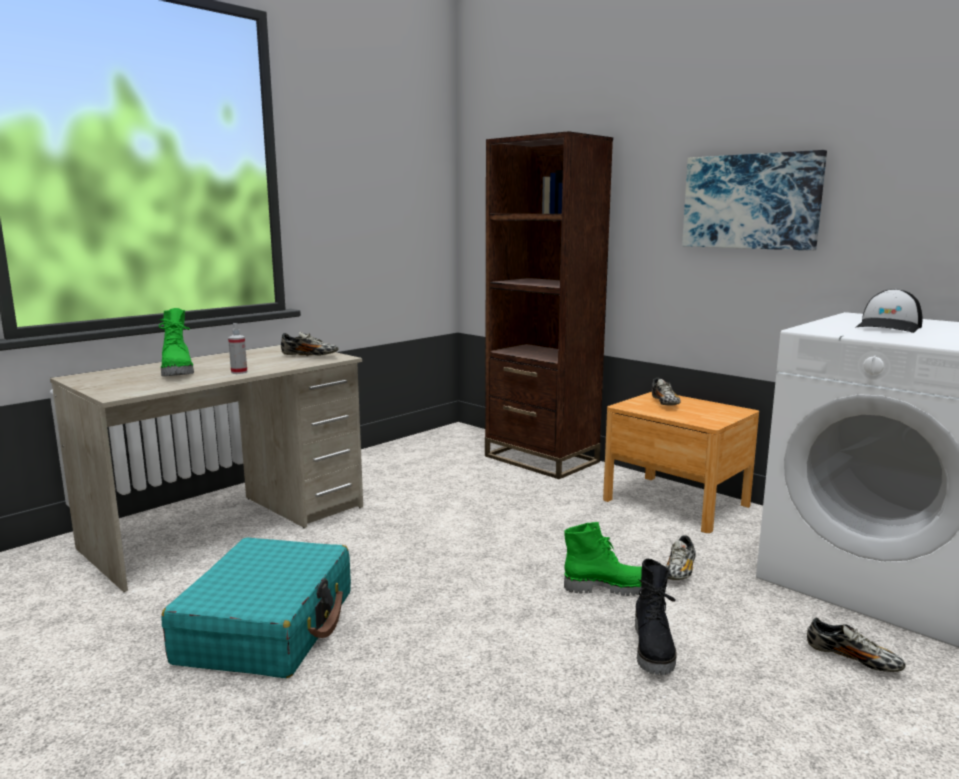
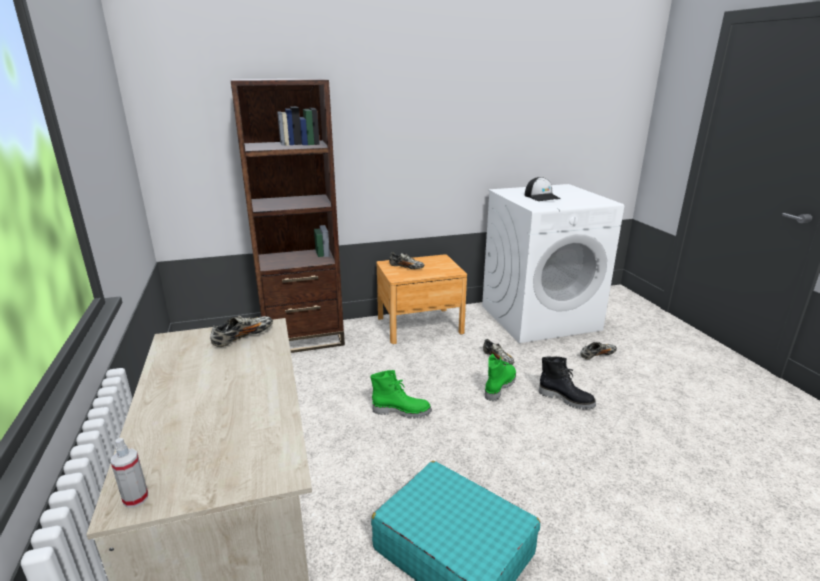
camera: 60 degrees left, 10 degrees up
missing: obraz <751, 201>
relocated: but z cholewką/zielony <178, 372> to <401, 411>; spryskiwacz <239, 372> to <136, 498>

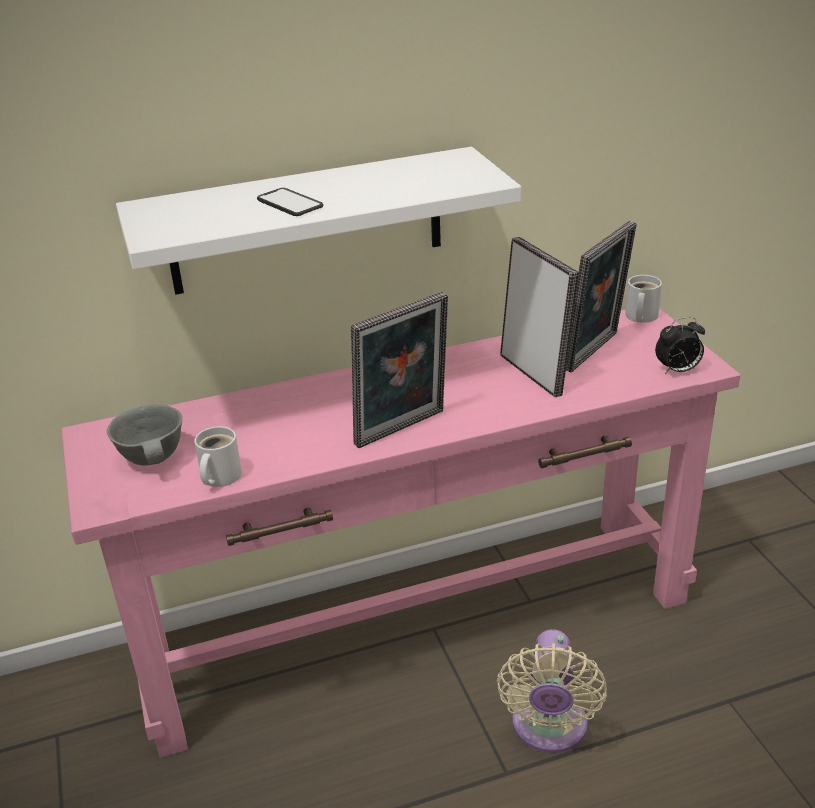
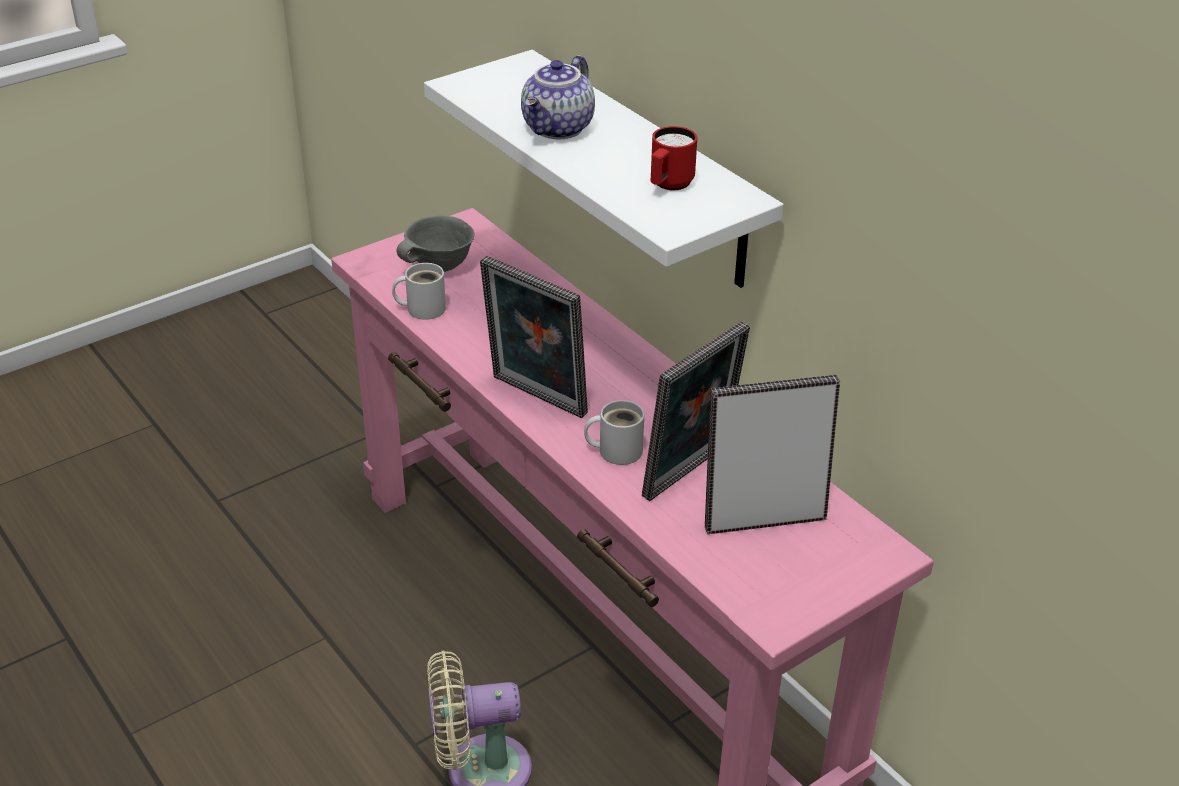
camera: 70 degrees right, 5 degrees up
missing: budzik <677, 371>
appeared: kubek/czerwony <668, 185>
relocated: kubek/biały <640, 316> to <616, 450>
exchanged: telefon <289, 203> to imbryk <559, 129>
spun: ramka na zdjęcie <596, 353> = <763, 518> 150 degrees clockwise

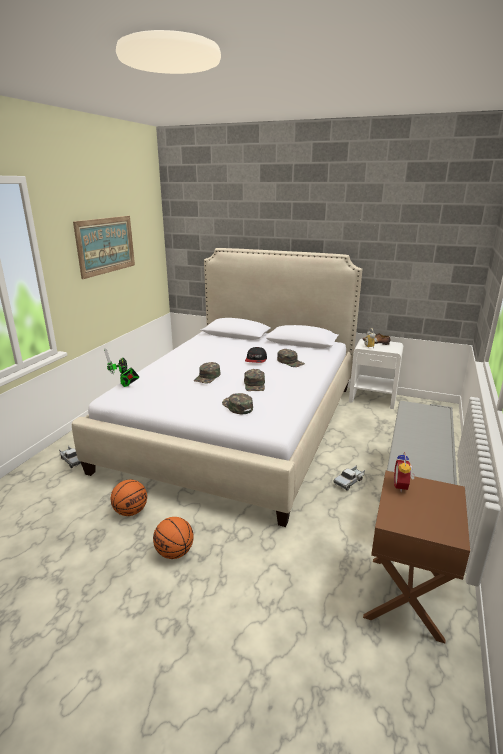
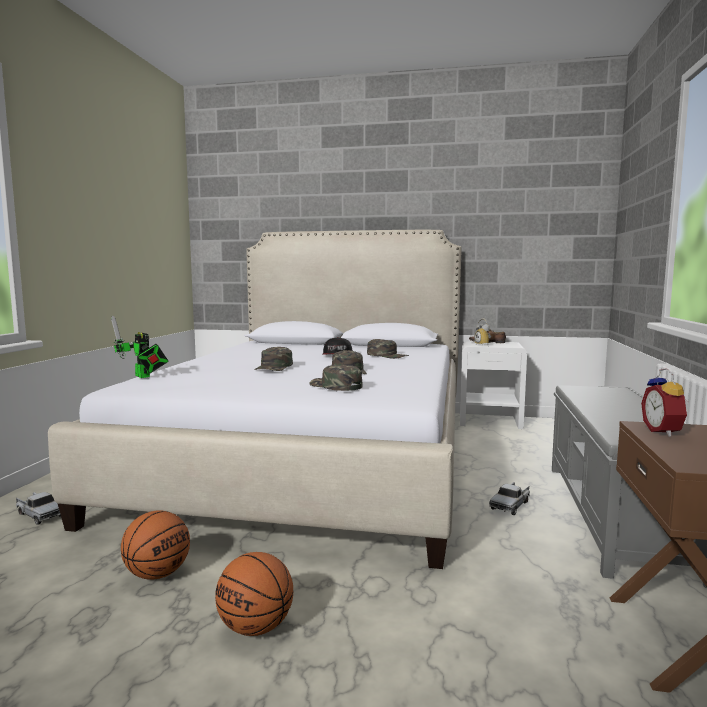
camera: 10 degrees left, 15 degrees down
missing: obraz <106, 245>

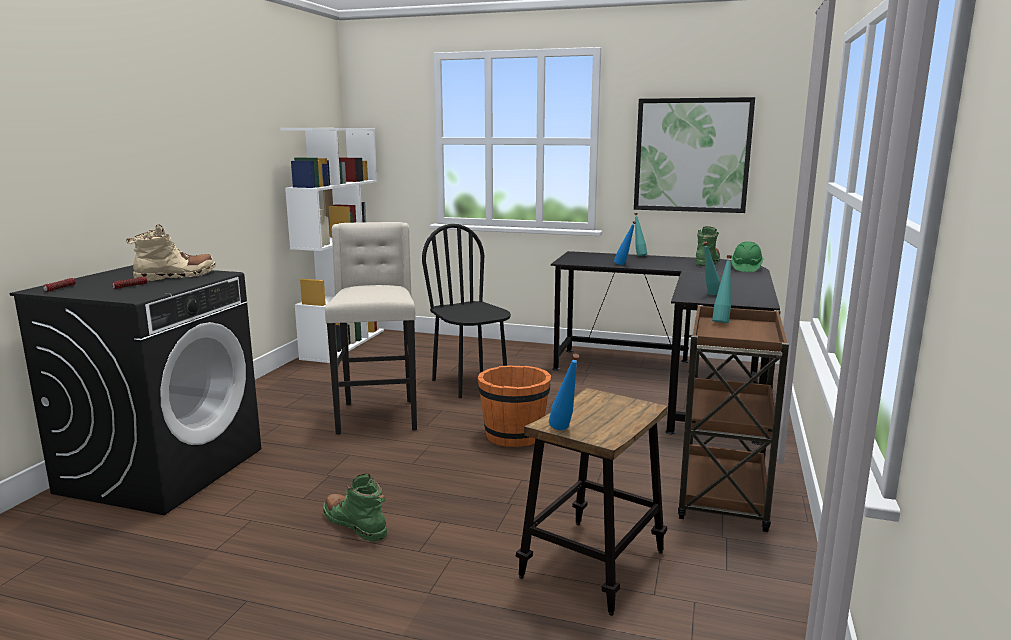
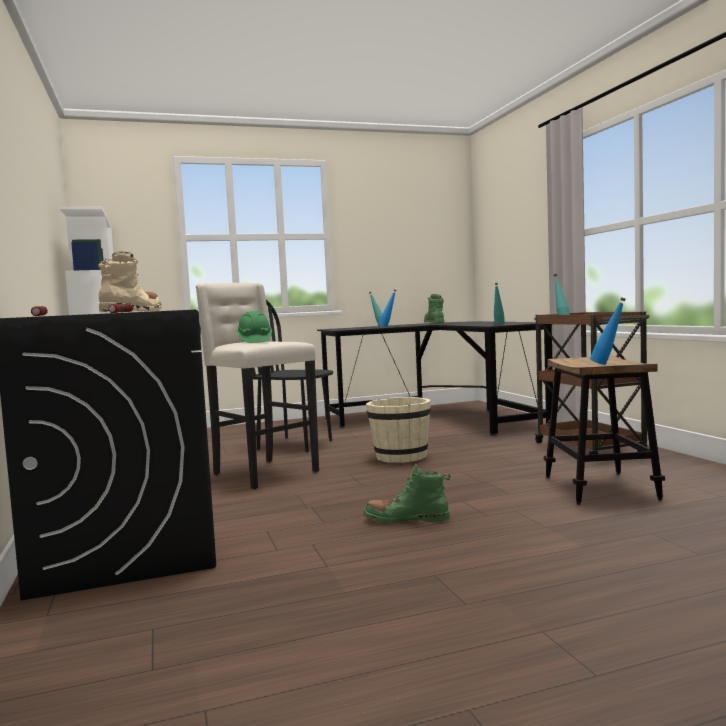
camera: 35 degrees left, 10 degrees down
missing: obraz <692, 155>
relocated: kask/zielony <746, 268> to <254, 342>
colour: wiadro/pomarańczowy <514, 436> to wiadro/beżowy <400, 457>

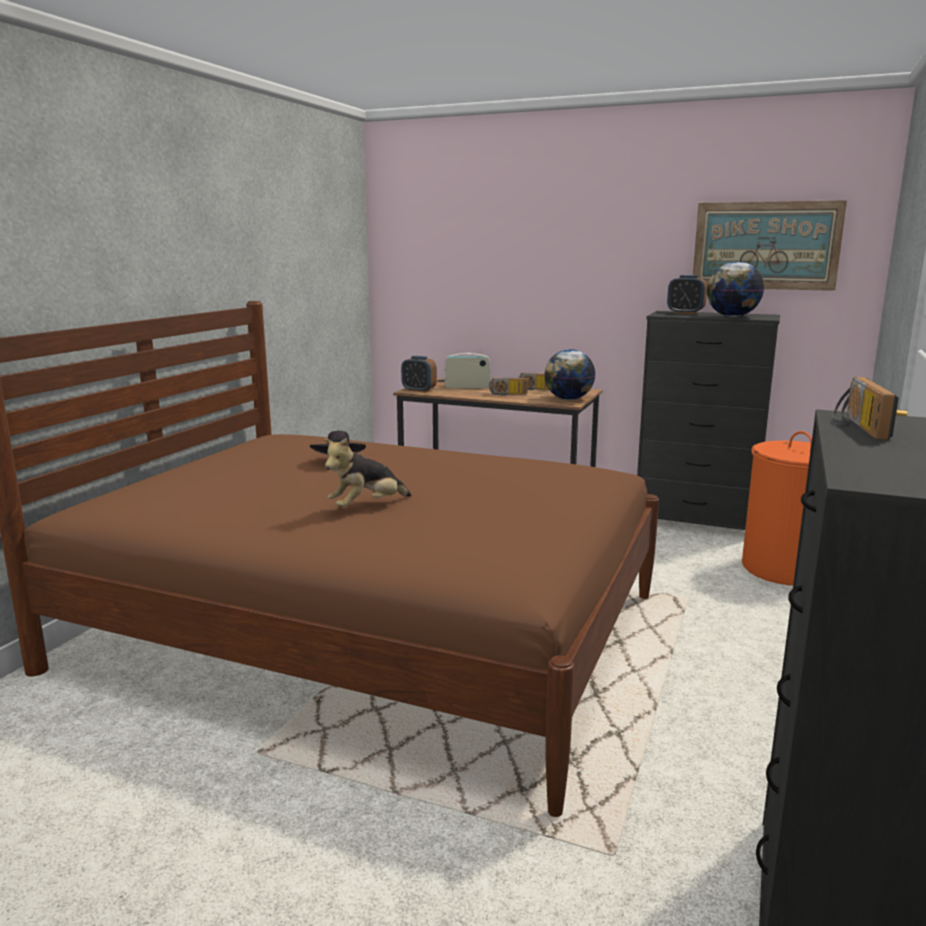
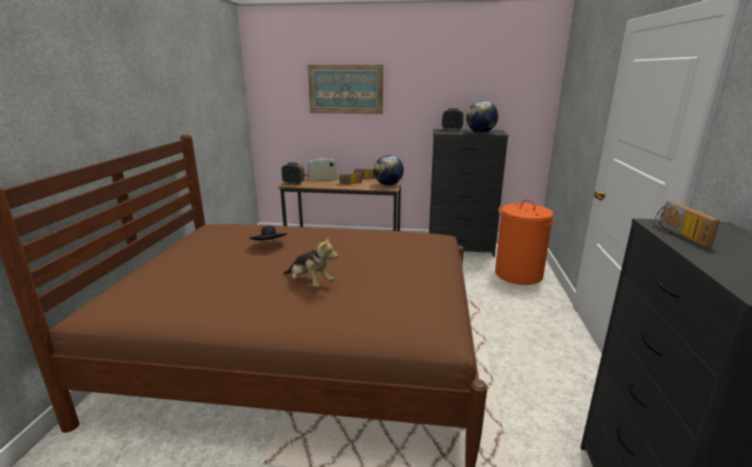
camera: 15 degrees left, 5 degrees up
relocated: obraz <765, 245> to <345, 89>
spun: pluszak <366, 507> = <310, 283> 90 degrees counterclockwise

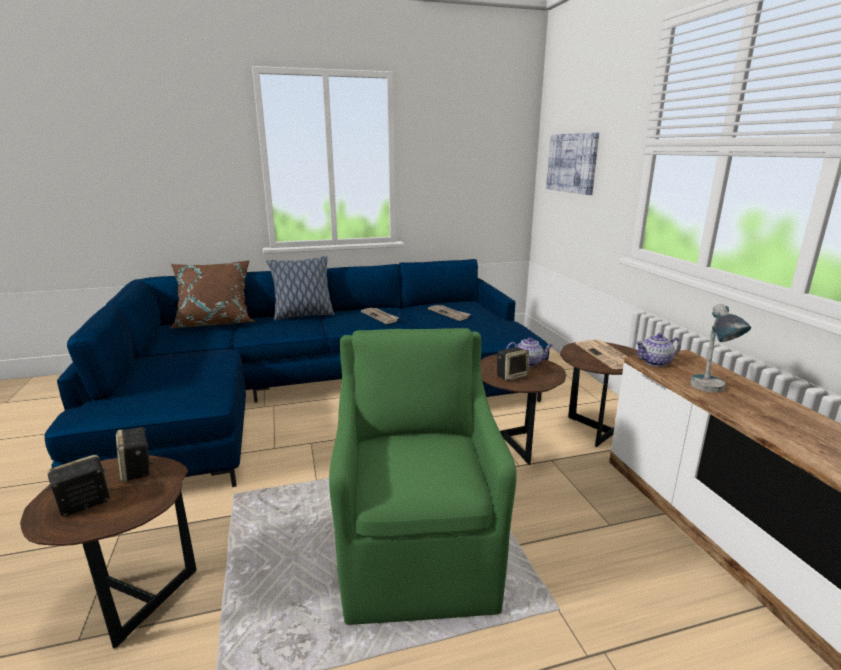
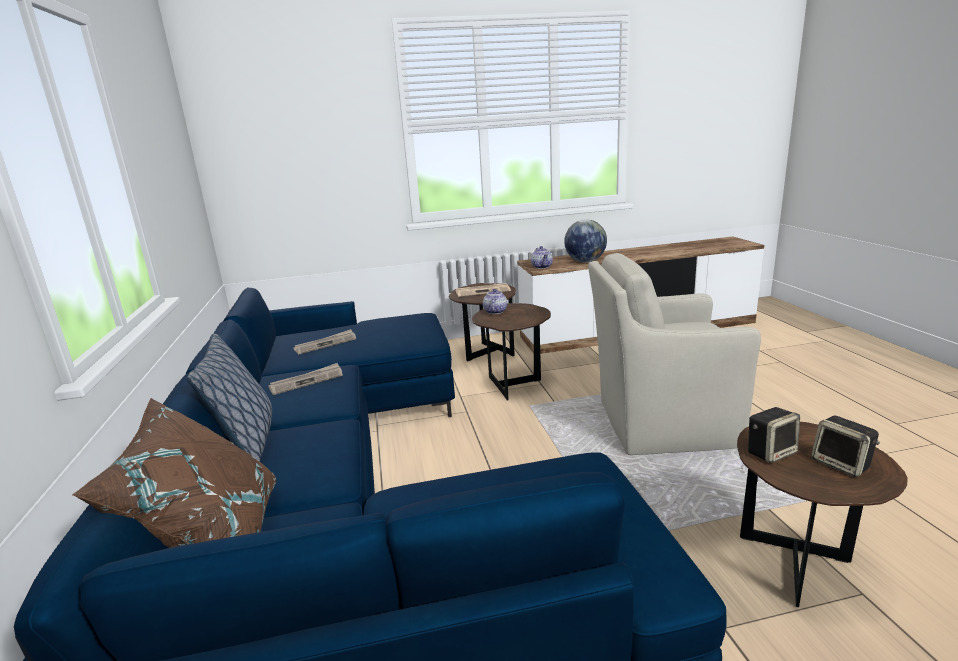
camera: 85 degrees left, 0 degrees up
missing: obraz <572, 163>; głośnik <511, 376>
exchanged: lampa stołowa <710, 391> to globus <585, 261>
colour: fotel/zielony <418, 553> to fotel/beżowy <661, 424>

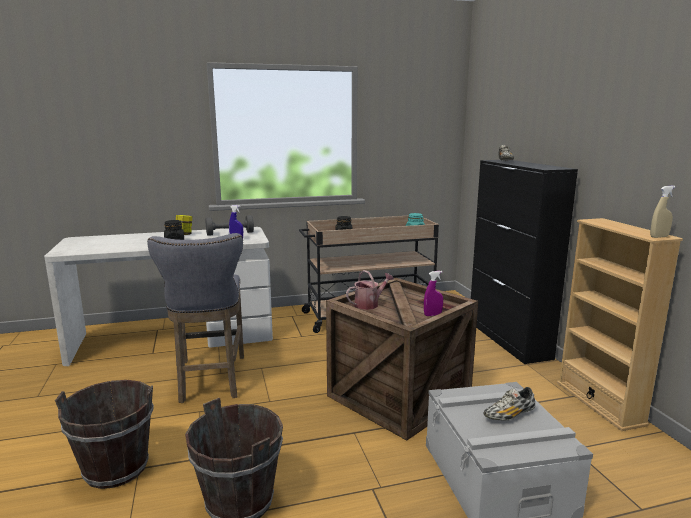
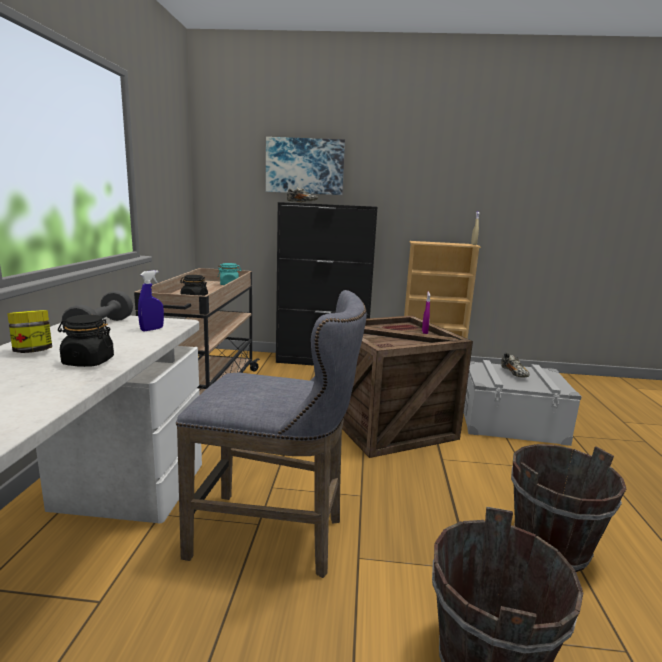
camera: 70 degrees left, 0 degrees up
missing: konewka <369, 304>
appeared: obraz <305, 166>

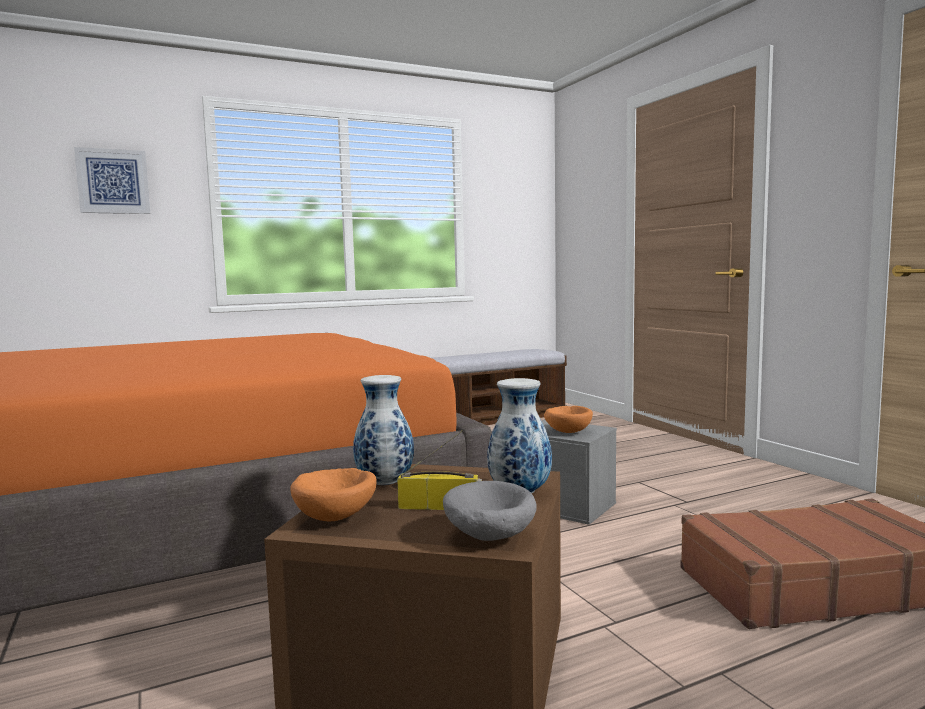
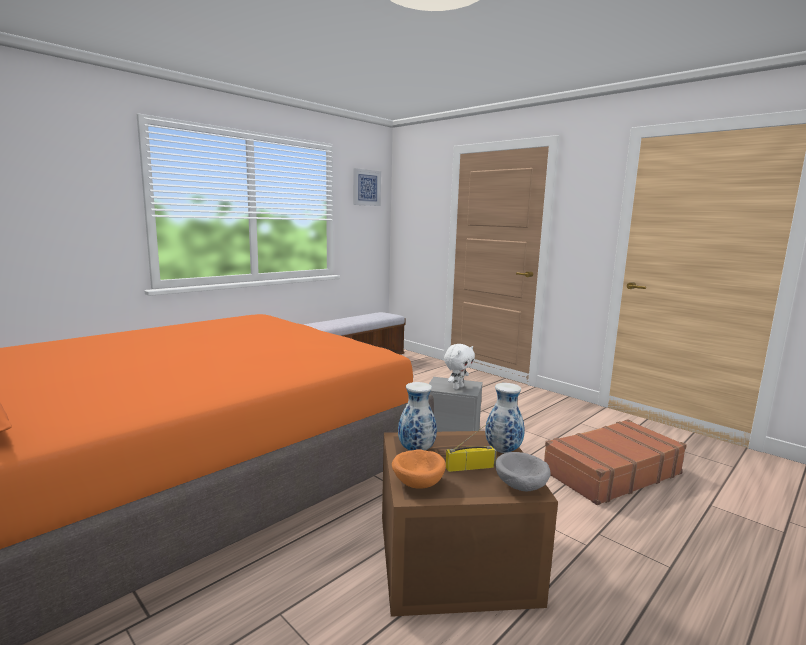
camera: 20 degrees left, 5 degrees up
relocated: obraz <113, 181> to <366, 187>
exchanged: miska/pomarańczowy <568, 431> to pluszak/biały <457, 387>

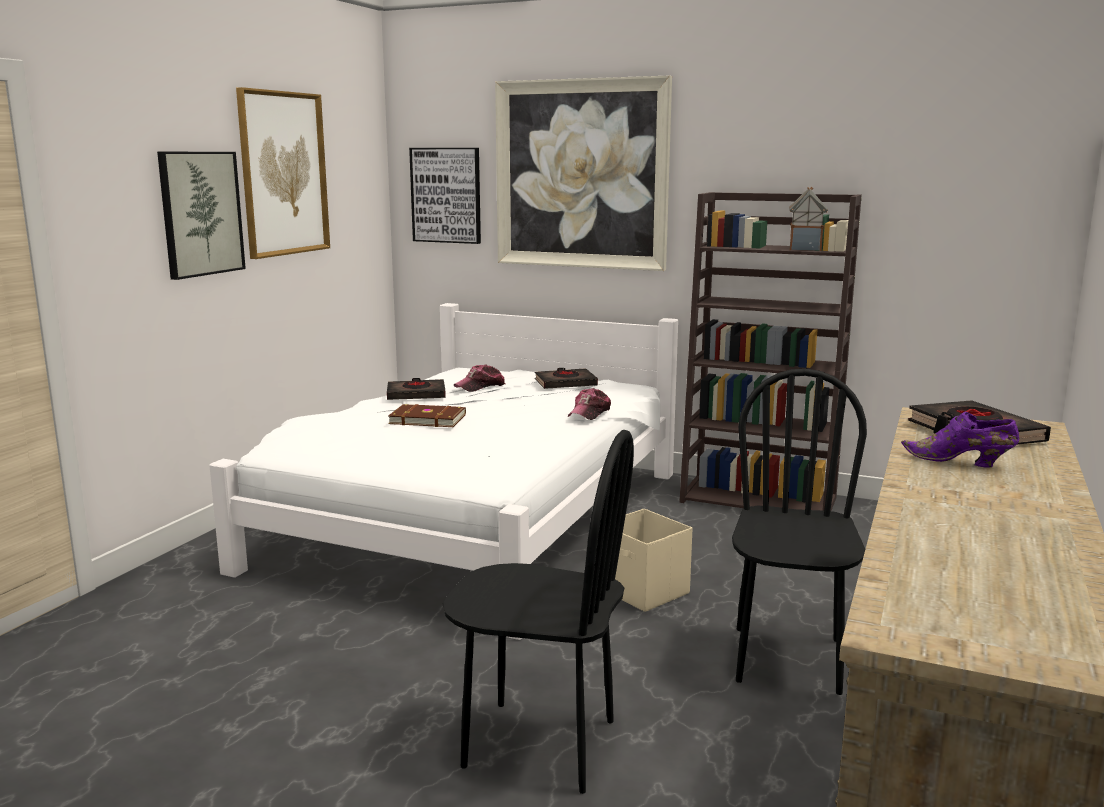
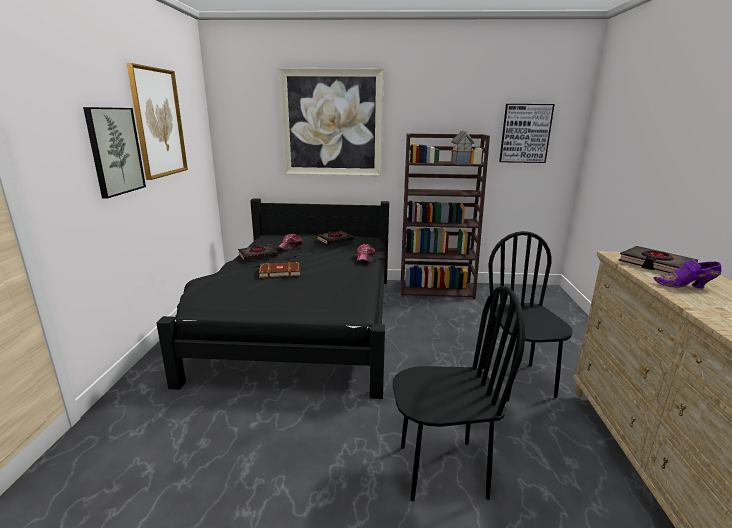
camera: 20 degrees left, 5 degrees up
missing: pojemnik do przechowywania/beżowy <644, 591>
relocated: obraz <446, 195> to <525, 133>
colour: łóżko/biały <473, 519> to łóżko/czarny <302, 322>

